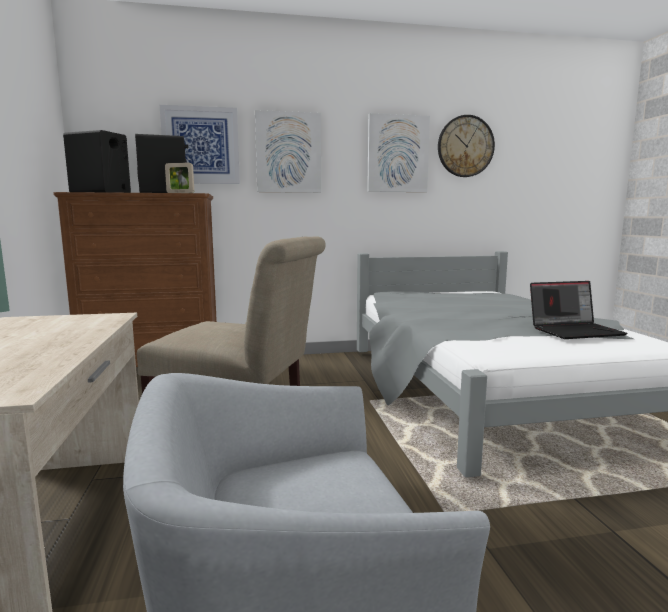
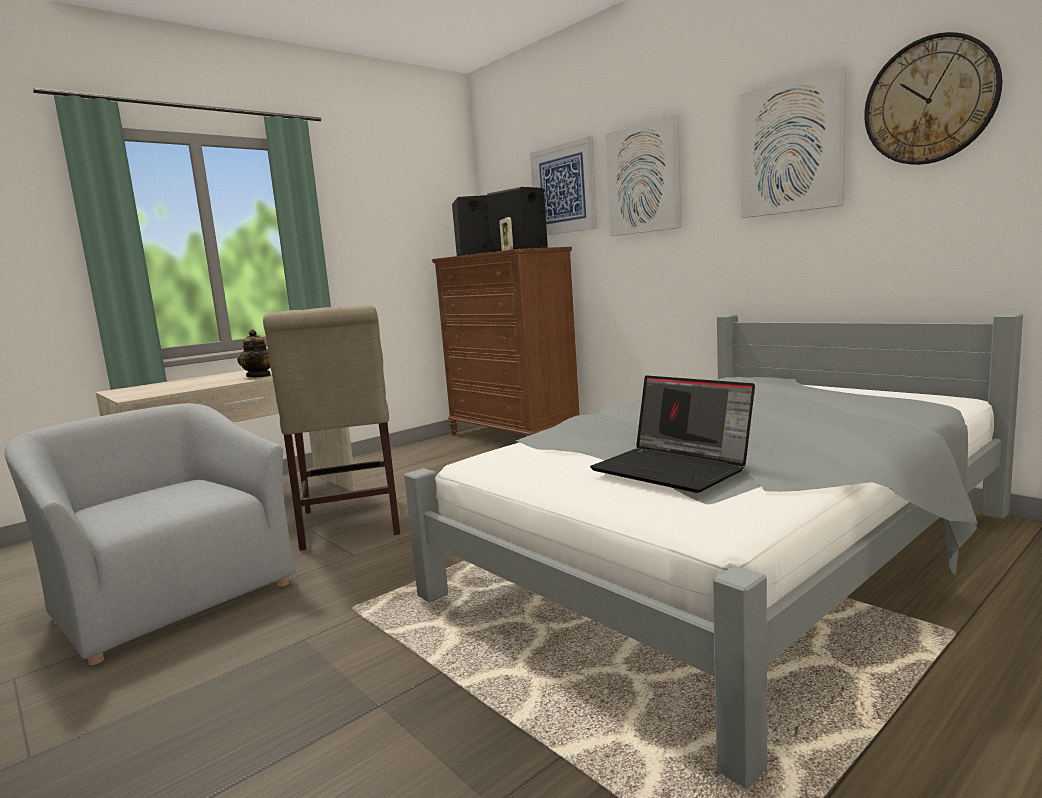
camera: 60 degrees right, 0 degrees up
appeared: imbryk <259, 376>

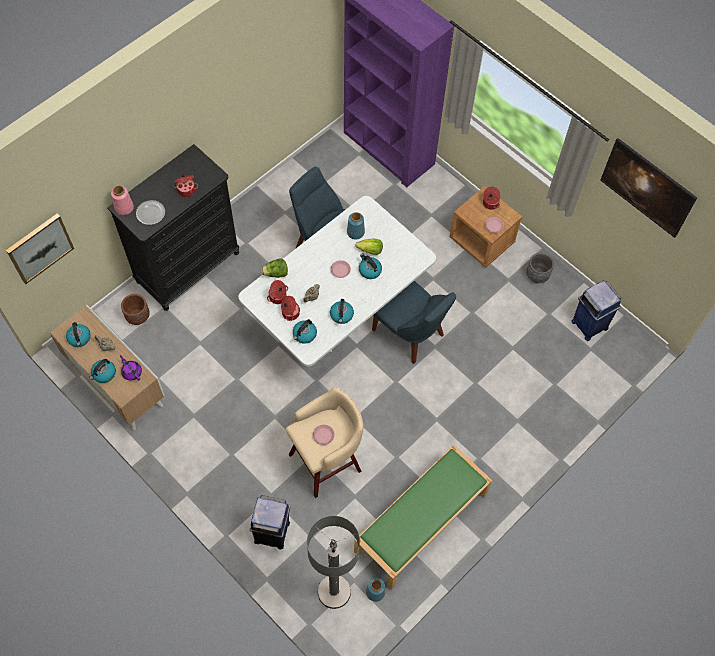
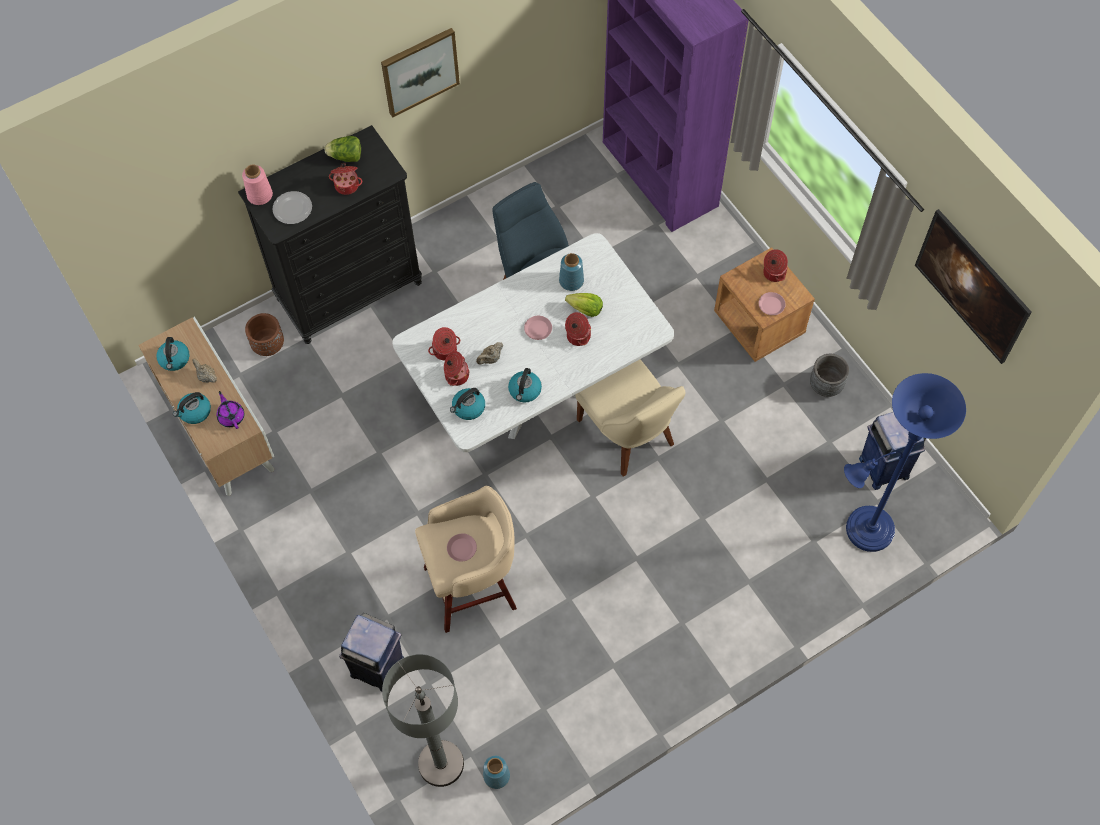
camera: 15 degrees right, 0 degrees up
missing: ławka/zielony <421, 523>
appeared: lampa stojąca/niebieski <863, 531>
relocated: obraz <39, 247> to <419, 71>; sałata <276, 273> to <346, 157>
exchanged: czajnik <369, 270> to garnek <577, 336>
colour: krzesło/niebieski <410, 334> to krzesło/beżowy <628, 435>

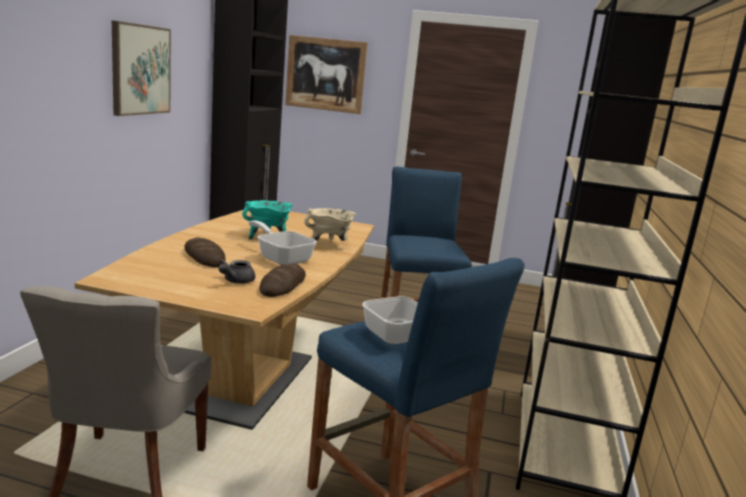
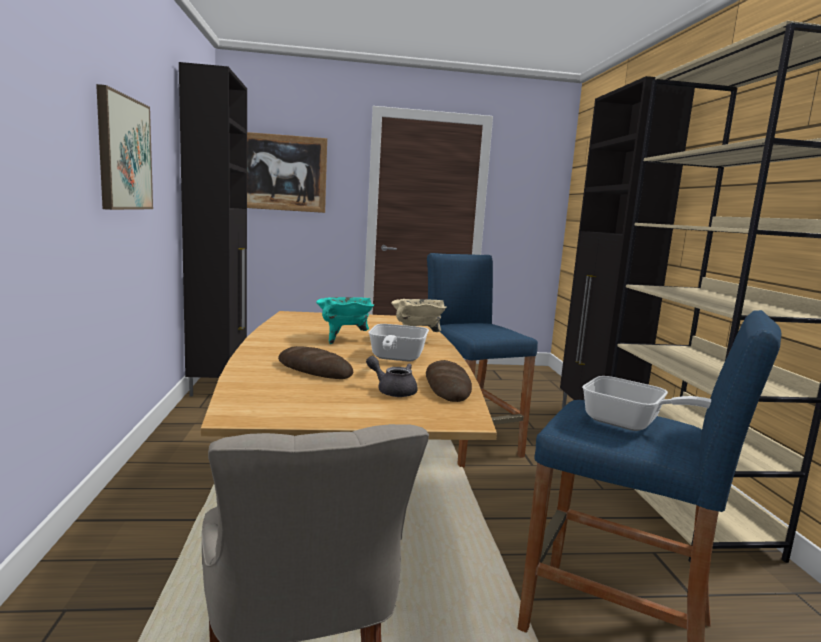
camera: 20 degrees left, 5 degrees down
spun: patelnia <281, 258> = <395, 358> 105 degrees counterclockwise; imbryk/szary <235, 281> = <392, 391> 120 degrees clockwise

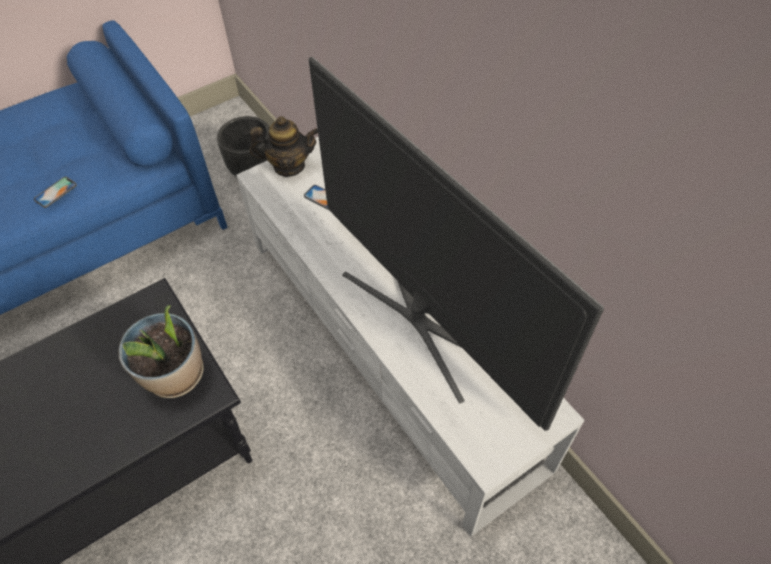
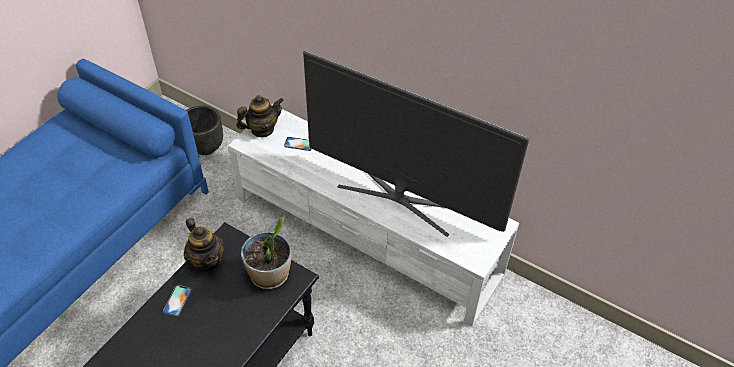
camera: 25 degrees left, 5 degrees down
appeared: imbryk <207, 261>
relocated: telefon <55, 192> to <177, 301>

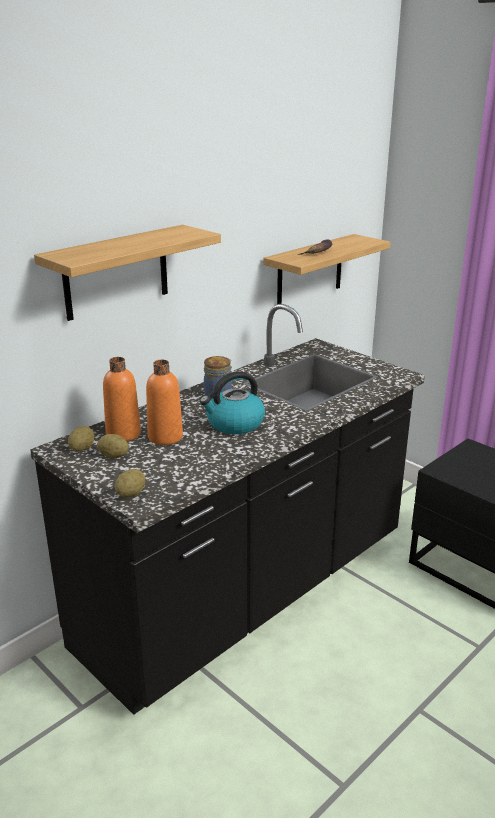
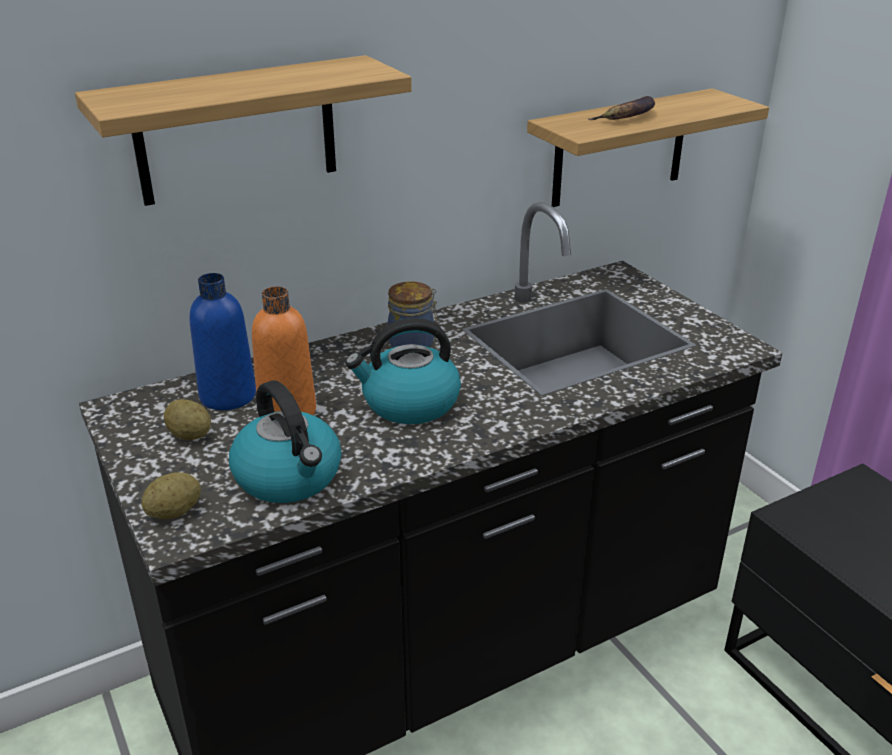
camera: 15 degrees right, 5 degrees up
missing: ziemniak <82, 448>
appeared: czajnik <289, 477>
colour: butelka/pomarańczowy <123, 434> to butelka/niebieski <228, 396>

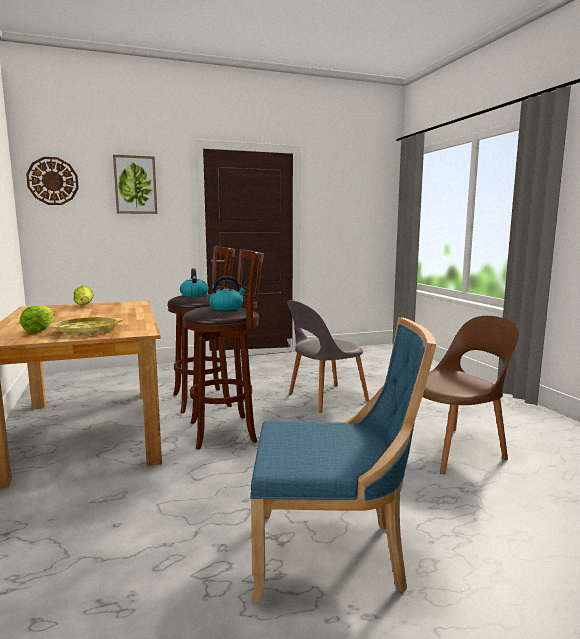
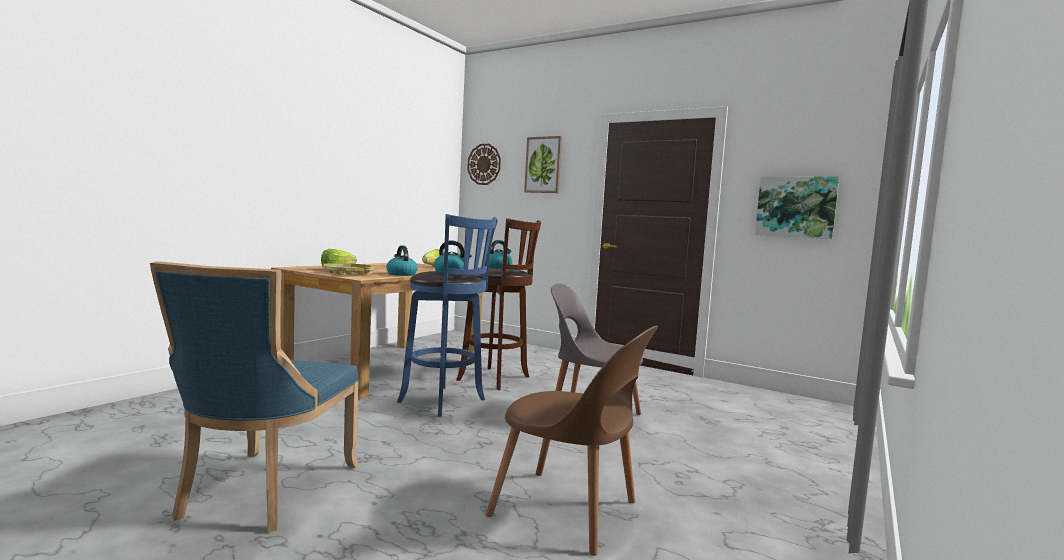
camera: 50 degrees right, 5 degrees down
appeared: obraz <795, 207>; czajnik <401, 274>
colour: stołek/brązowy <227, 431> to stołek/niebieski <445, 402>
spun: krzesło/niebieski <333, 555> = <263, 492> 45 degrees clockwise

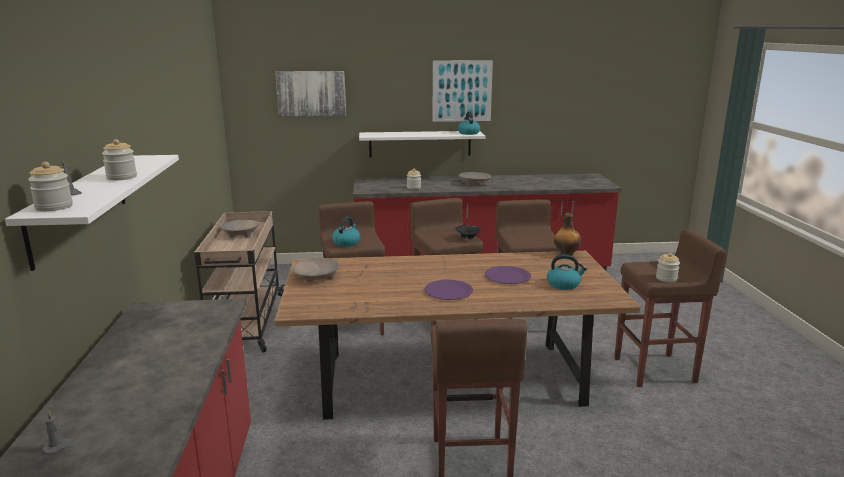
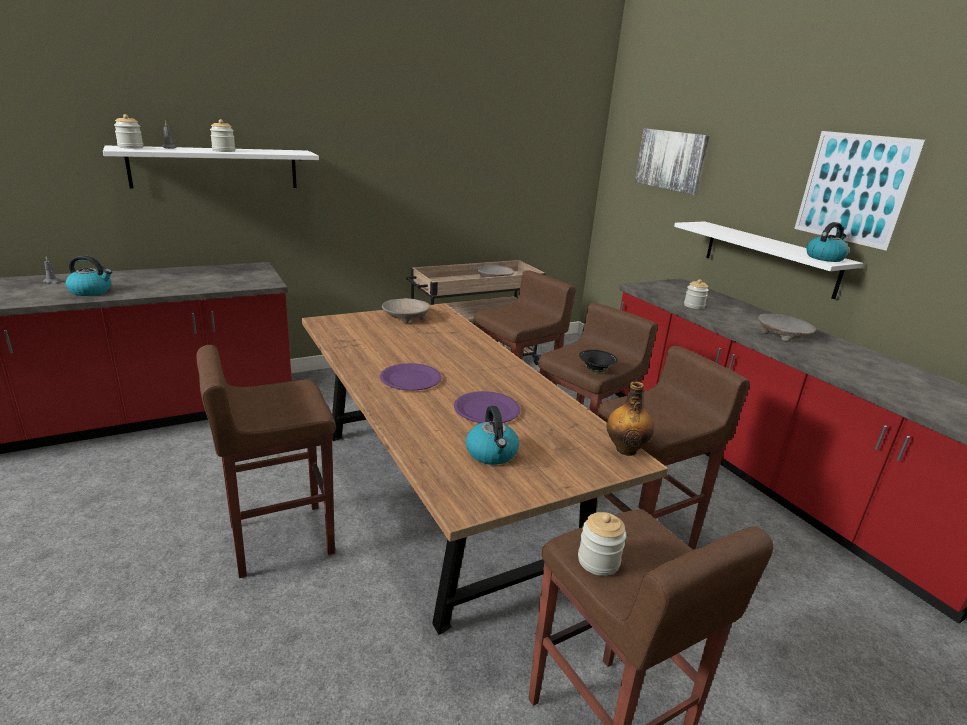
camera: 65 degrees right, 5 degrees up
relocated: czajnik <346, 242> to <91, 291>

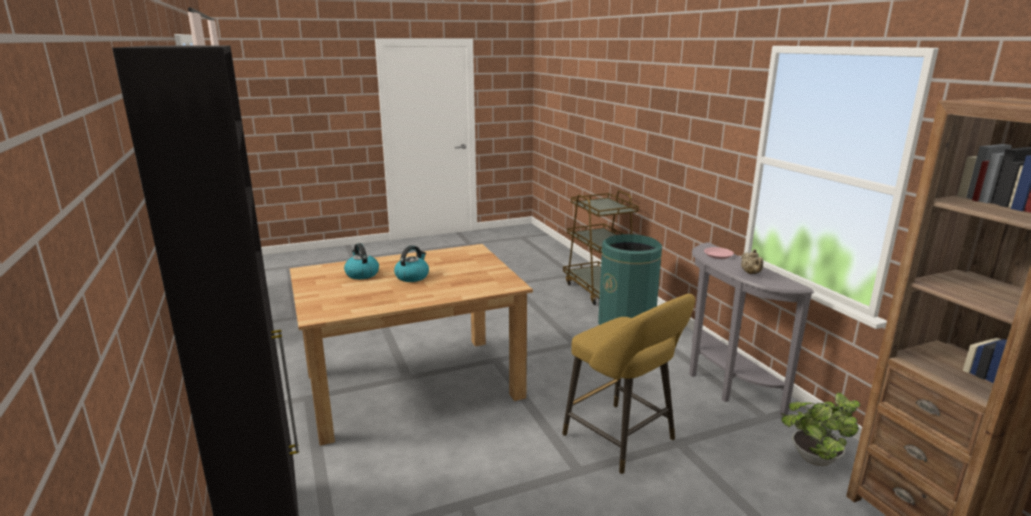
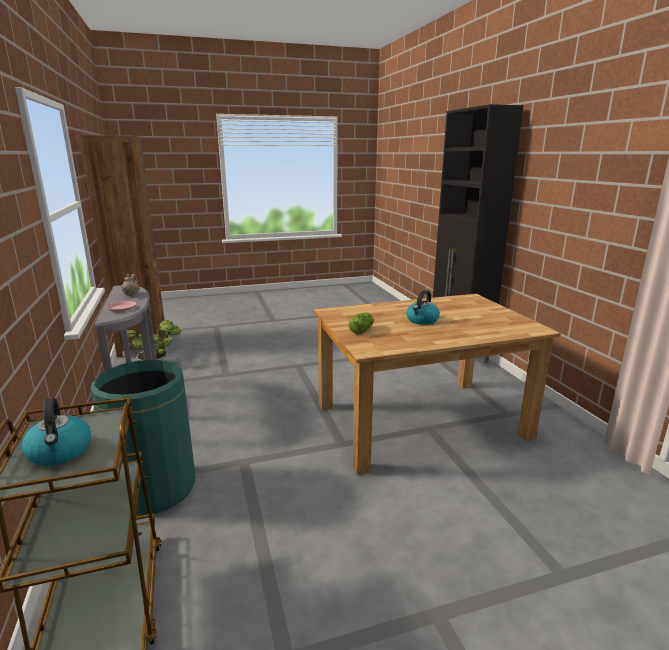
camera: 175 degrees left, 0 degrees up
missing: stołek/żółty <623, 440>
appeared: sałata <362, 330>
relocated: czajnik <361, 274> to <60, 452>

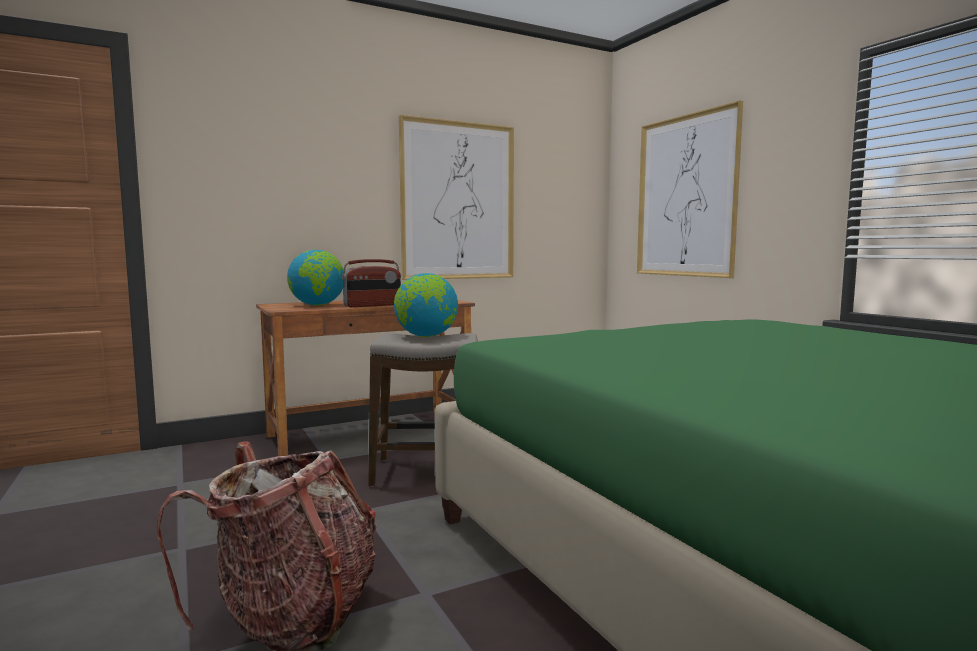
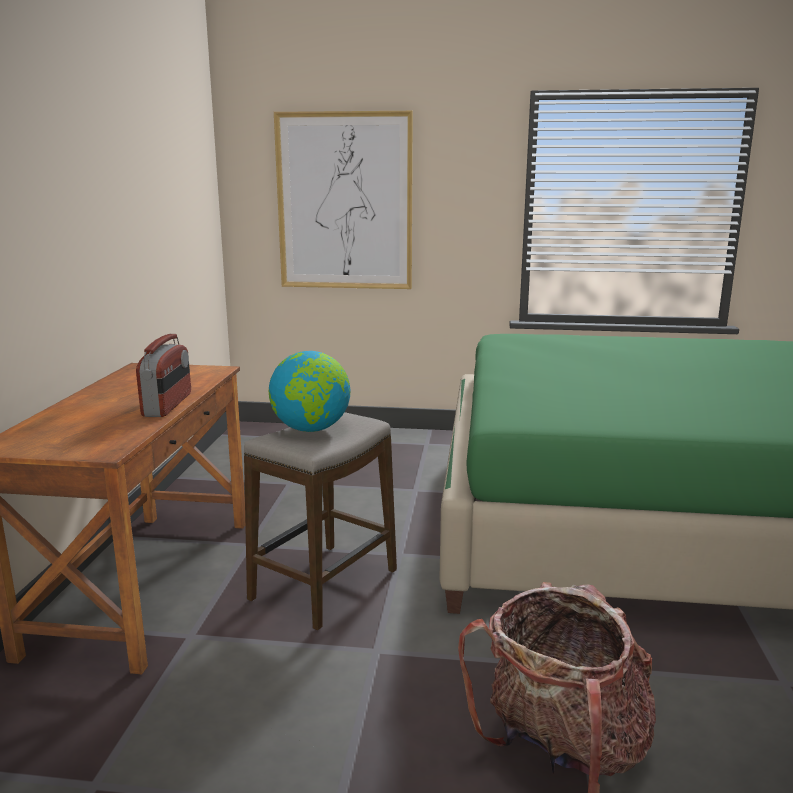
camera: 55 degrees left, 10 degrees up
missing: obraz <458, 201>; globus <317, 305>

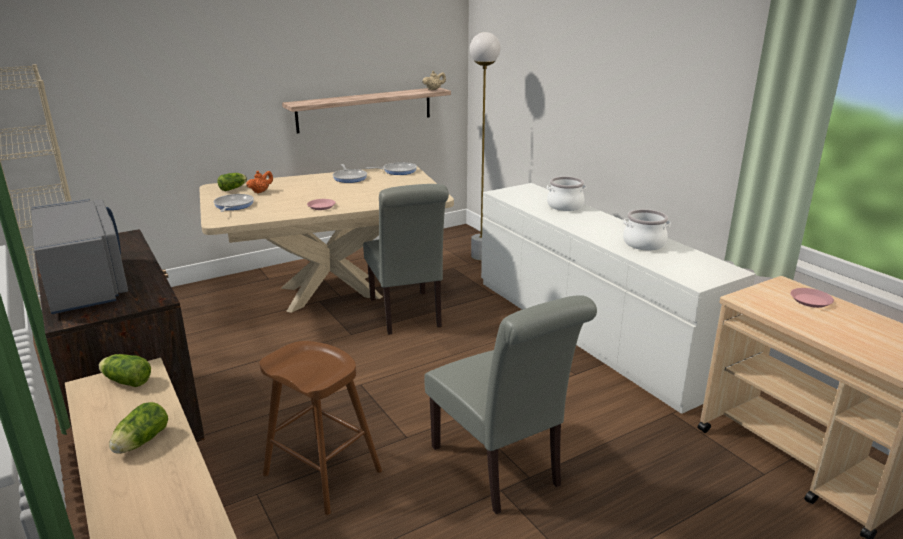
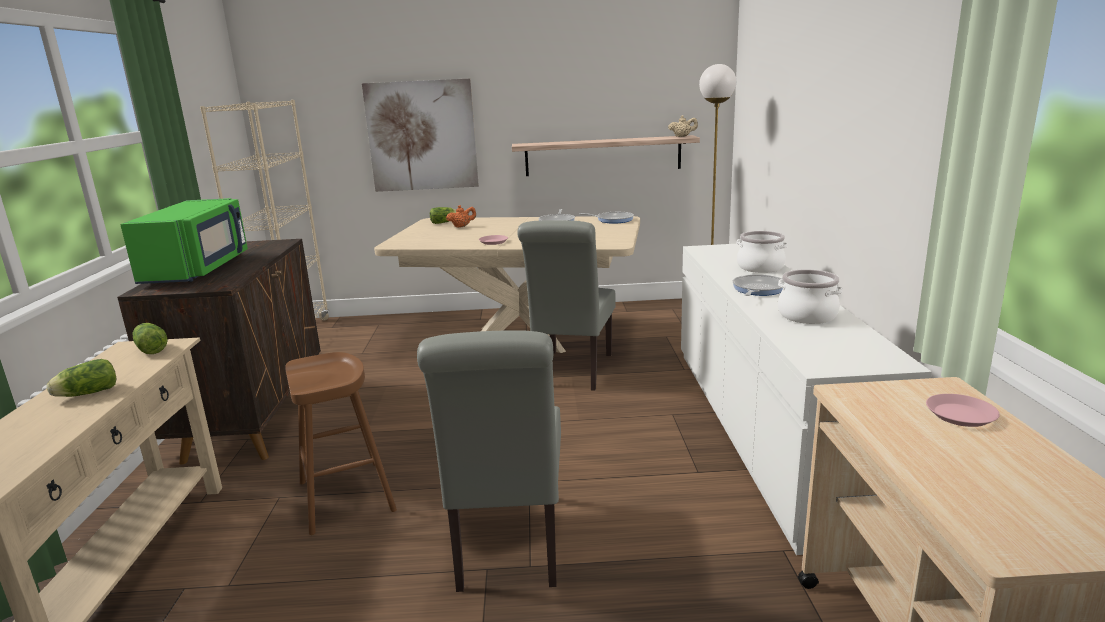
camera: 30 degrees right, 5 degrees down
appeared: obraz <422, 136>
relocated: patelnia <233, 205> to <757, 290>
colour: mikrofalówka/szary <86, 284> to mikrofalówka/zielony <199, 269>

